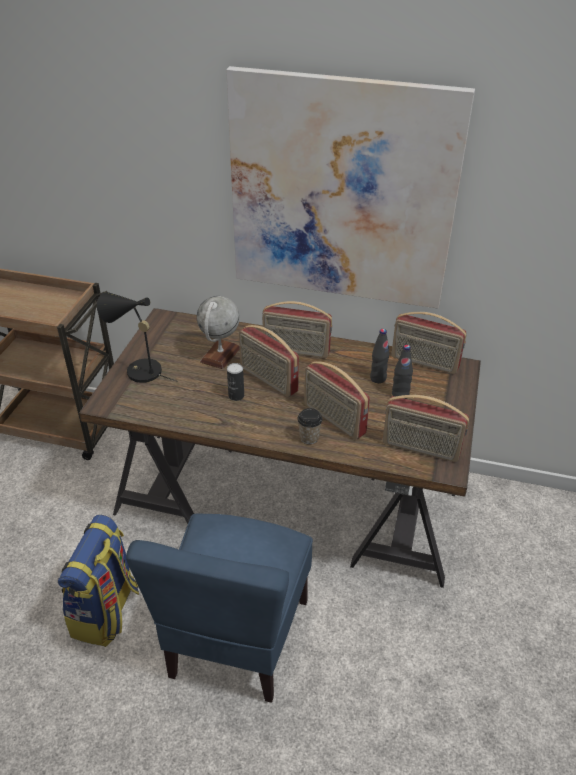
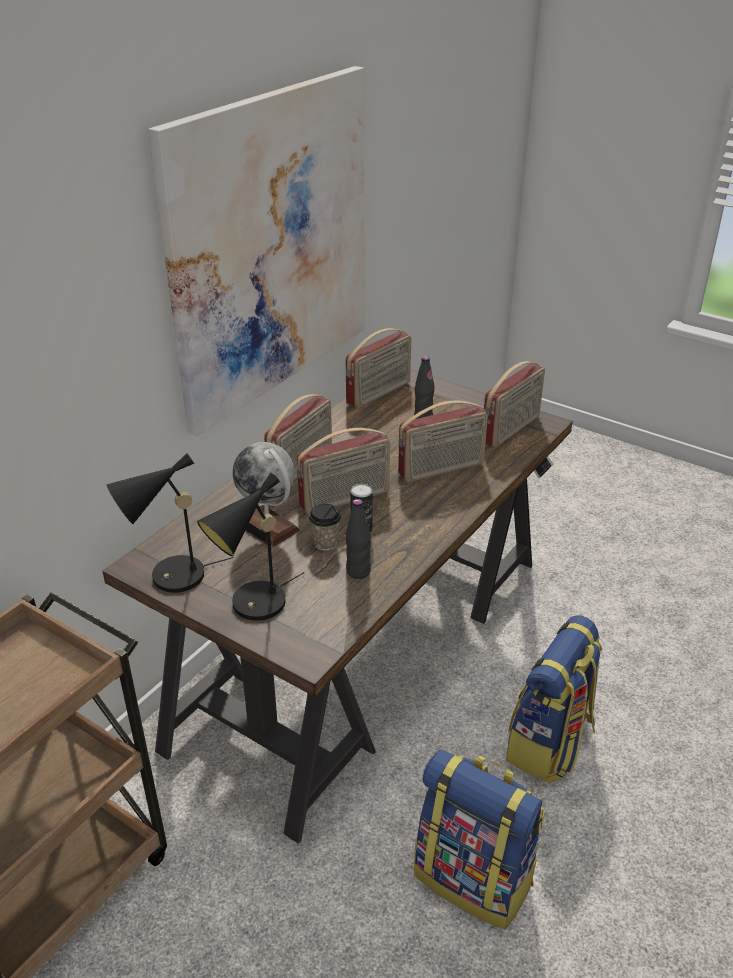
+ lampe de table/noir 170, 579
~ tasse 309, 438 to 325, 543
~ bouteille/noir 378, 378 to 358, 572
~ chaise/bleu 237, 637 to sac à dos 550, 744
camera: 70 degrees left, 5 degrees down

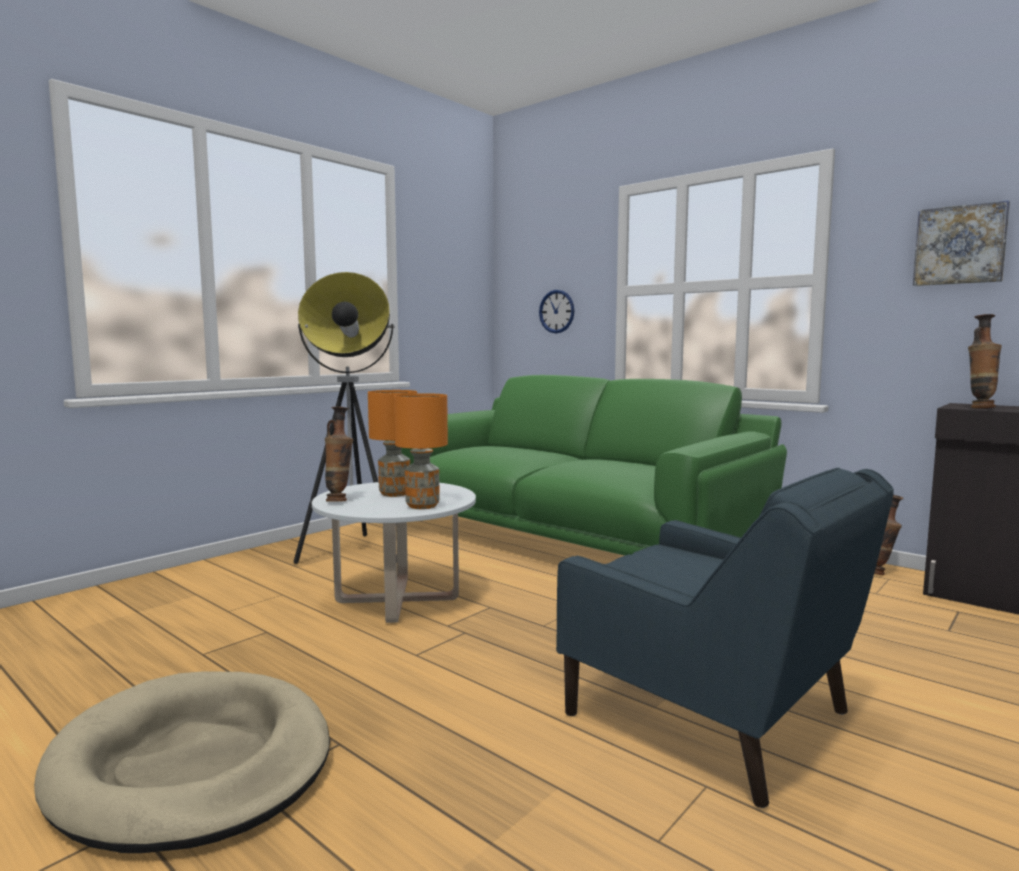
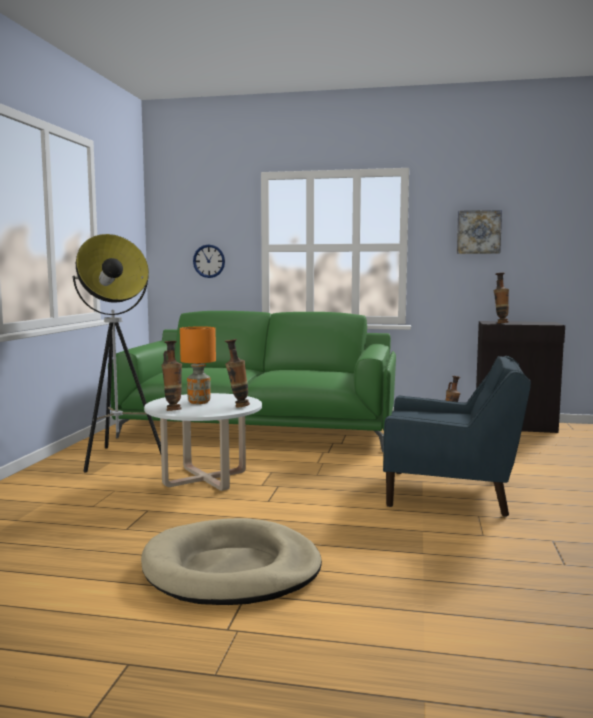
~ lampe de table/orange 422, 506 to vase 237, 406
camera: 30 degrees left, 0 degrees up

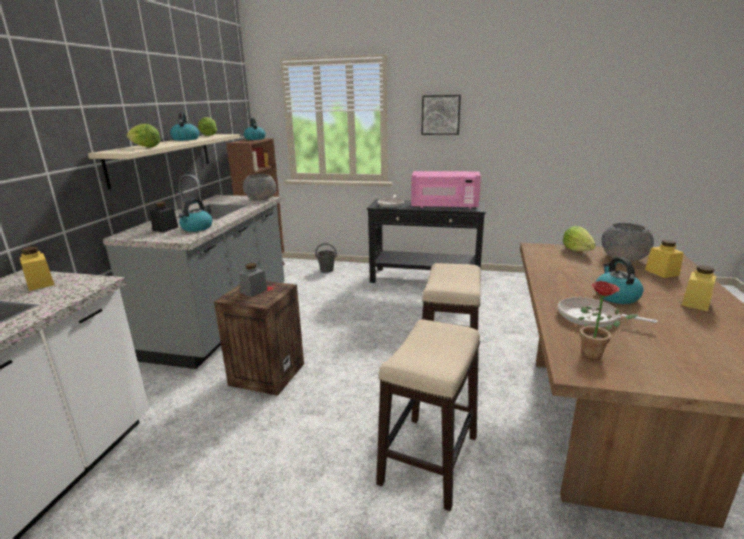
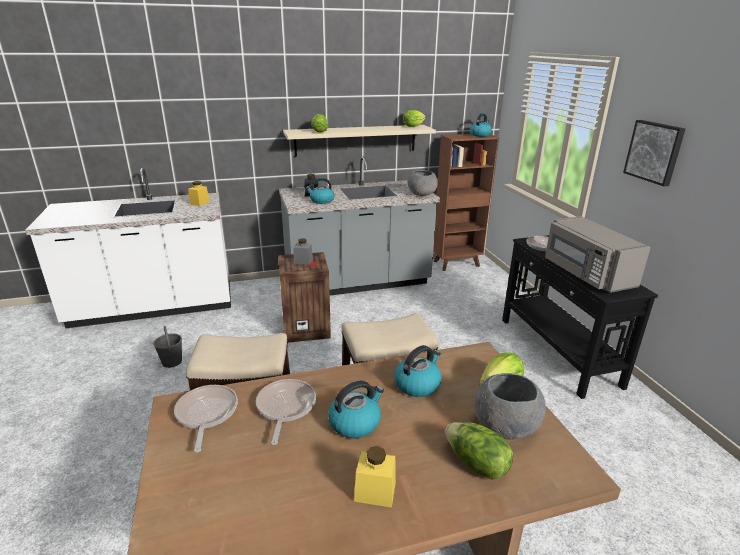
~ seau/gris 327, 270 to 172, 362
~ plante en pot 596, 354 to poêle 206, 414
~ bouilloire 185, 139 to 417, 384
~ bocal/jaune 662, 272 to laitue 476, 464
~ micro-ondes/rose 444, 206 to micro-ondes/gris 586, 274
camera: 60 degrees right, 5 degrees up

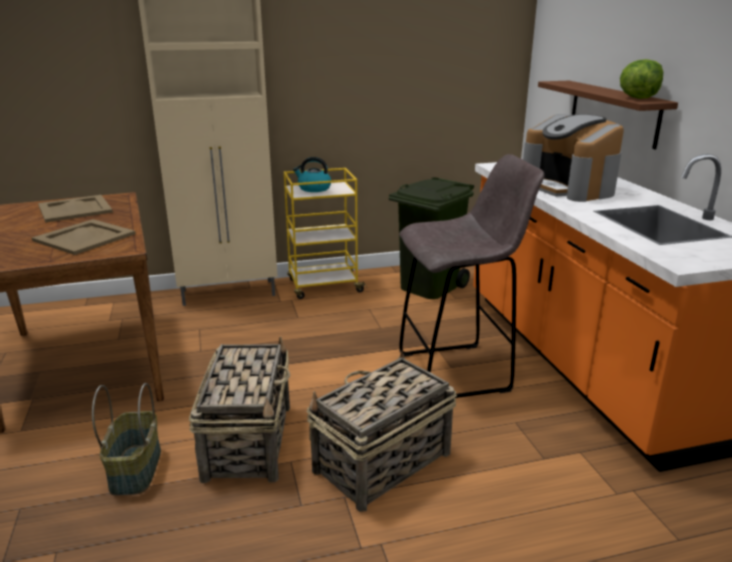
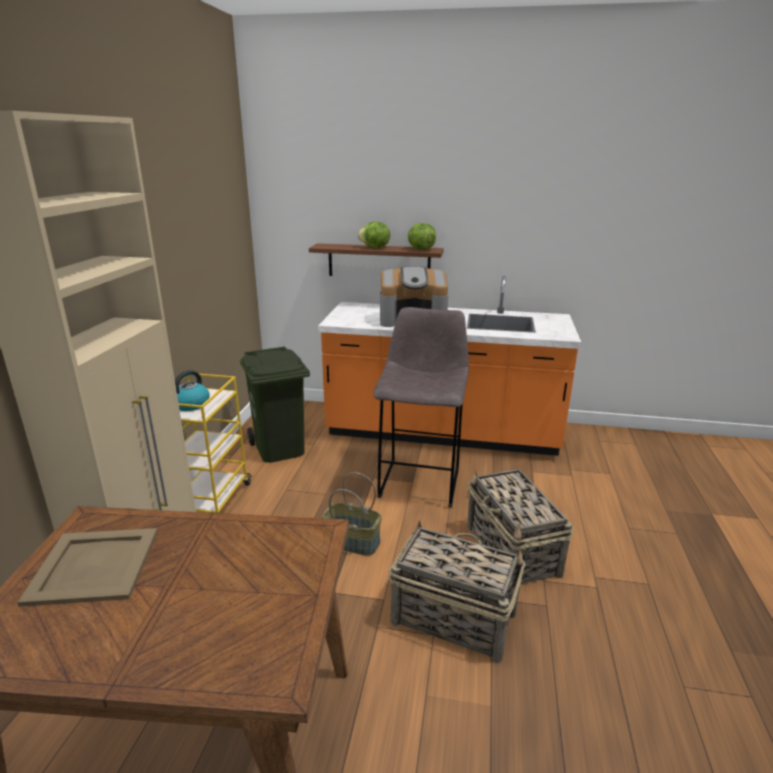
~ panier 135, 469 to 351, 542
+ laitue 374, 247
- plateau/beige 84, 237
camera: 65 degrees left, 0 degrees up

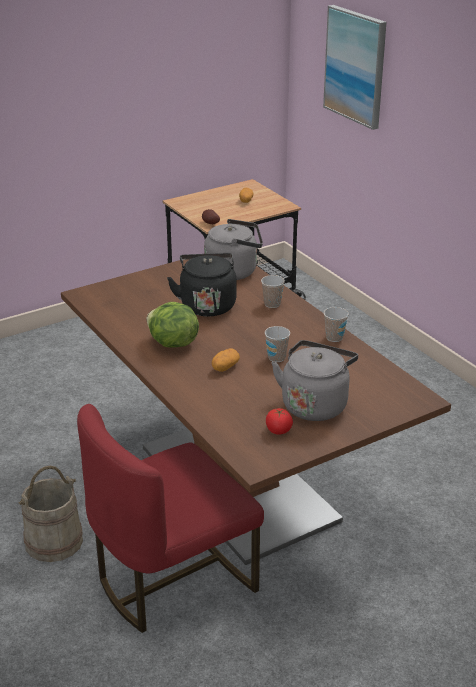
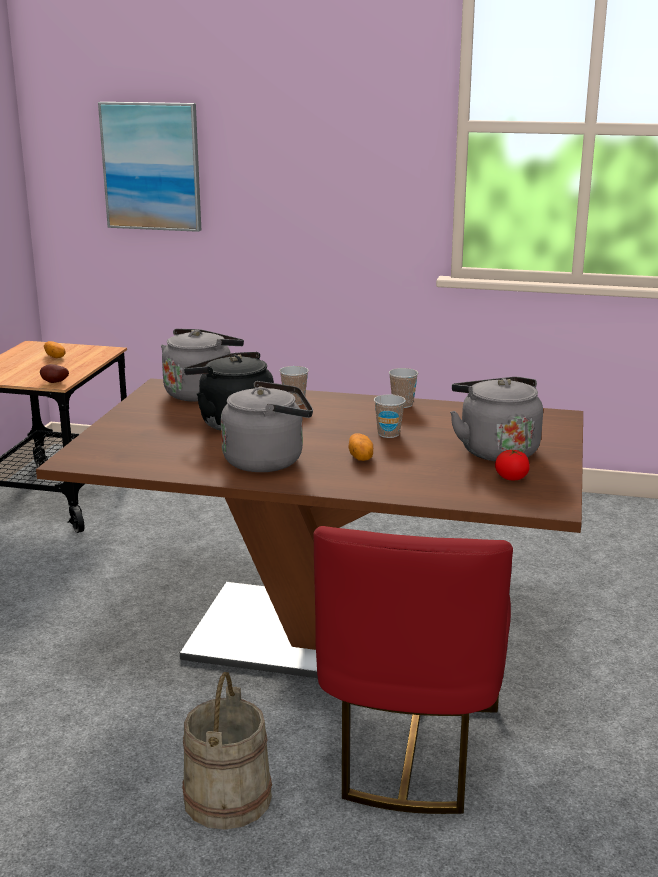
~ laitue 172, 344 to bouilloire/gris 268, 461
camera: 45 degrees left, 10 degrees down

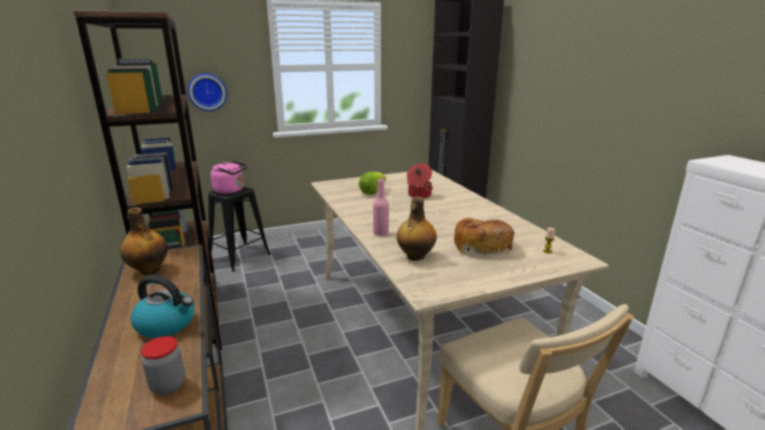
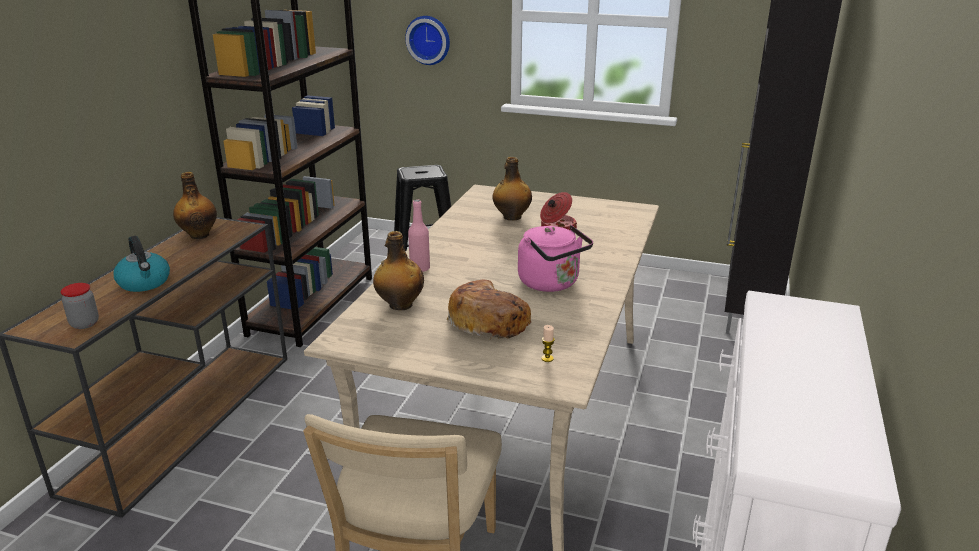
~ laitue 372, 192 to bouteille 511, 217
~ bouilloire/rose 231, 190 to 551, 283
camera: 40 degrees right, 5 degrees up

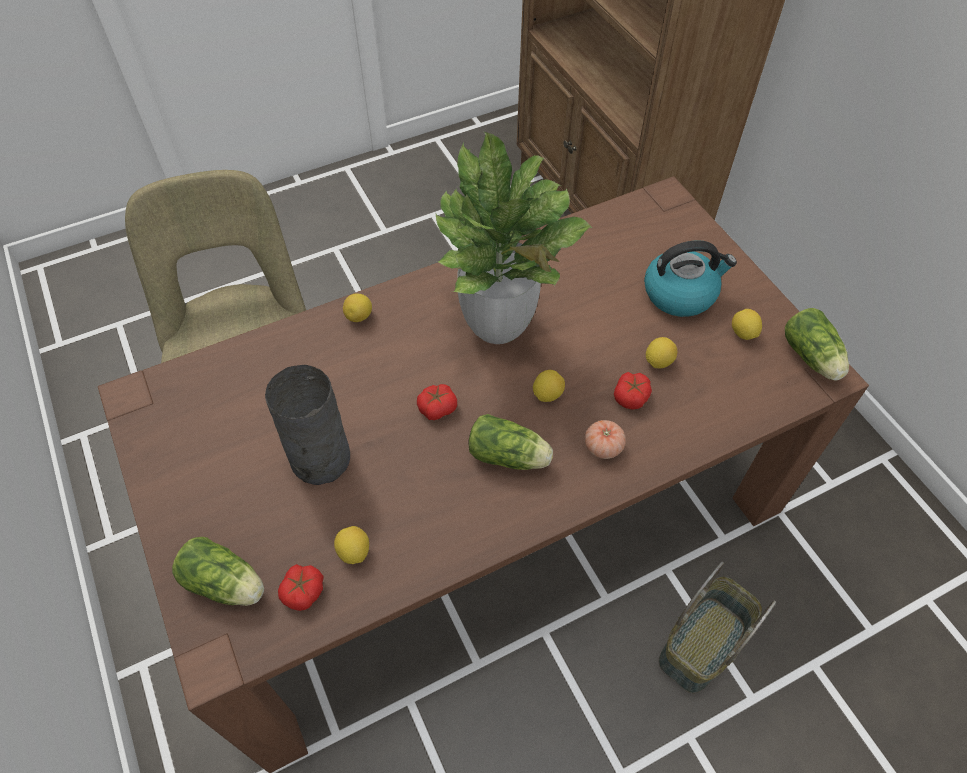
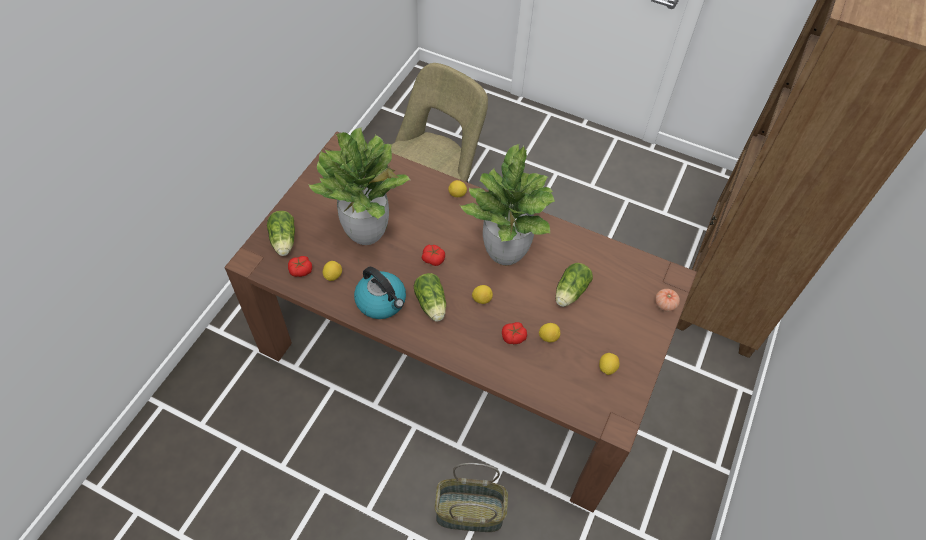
~ vase/gris 319, 460 to plante en pot 367, 232
~ bouilloire 680, 293 to 382, 301
~ laitue 812, 358 to 569, 293
~ tomate 603, 446 to 665, 304
camera: 50 degrees right, 0 degrees up

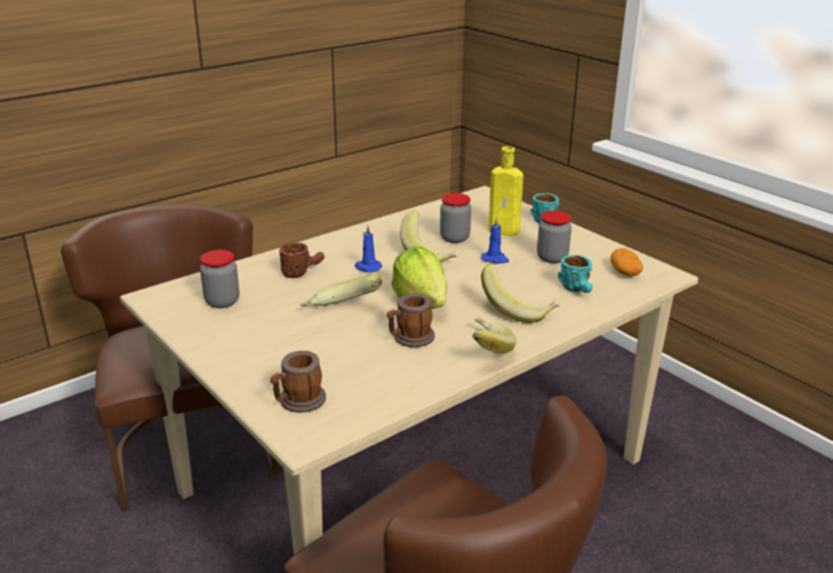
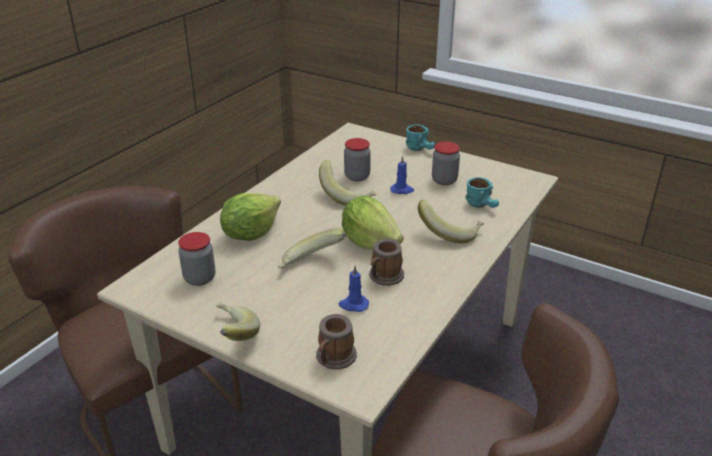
~ banane 483, 350 to 231, 335
~ mug/marron 302, 271 to laitue 250, 233
~ bougie/bleu 367, 267 to 353, 305
- bouteille/jaune 506, 231
- pomme de terre 624, 272
camera: 20 degrees left, 5 degrees up

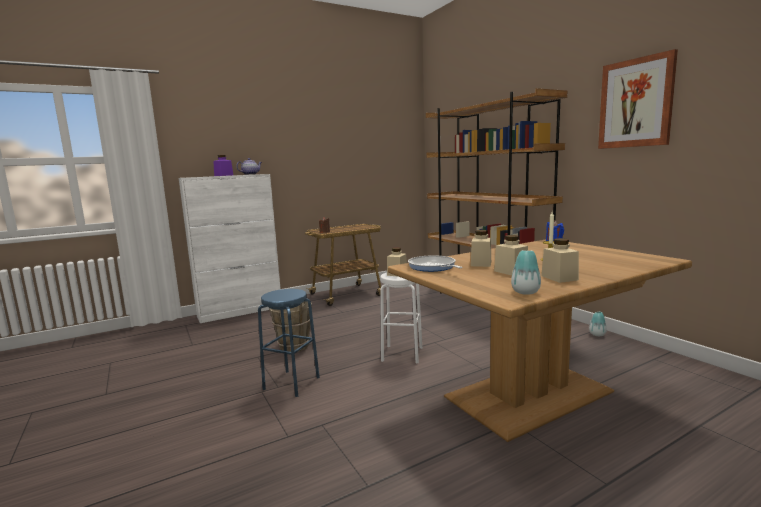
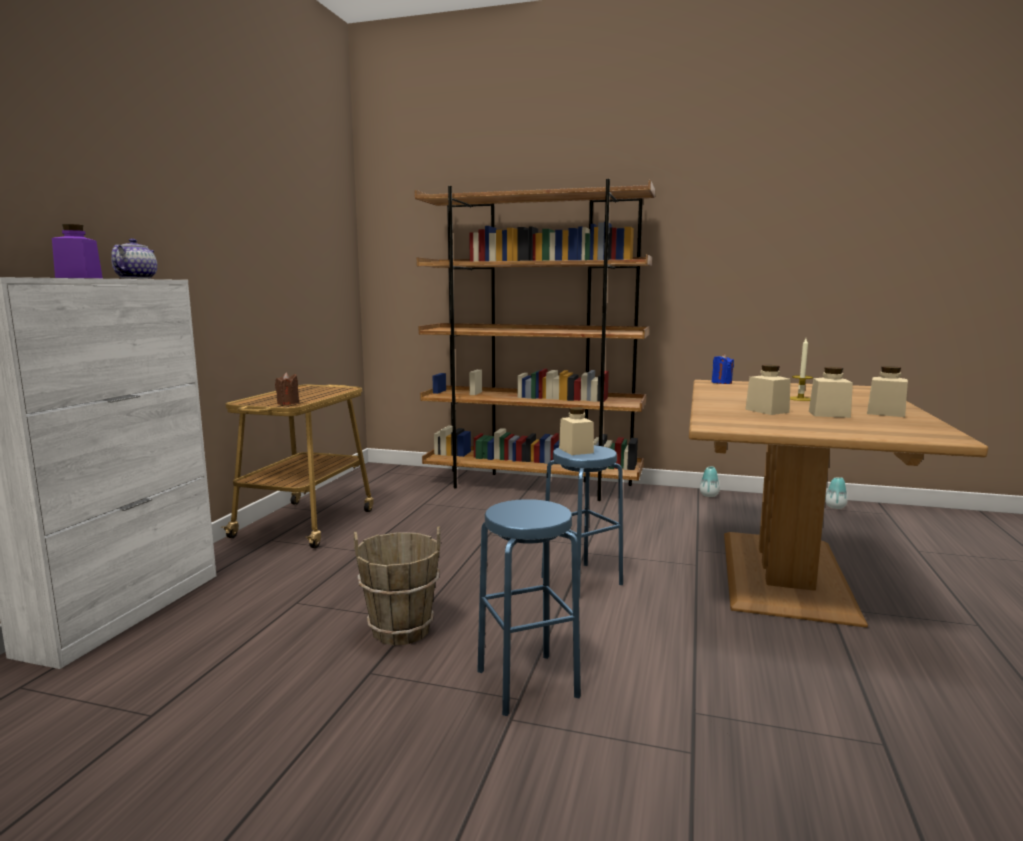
~ tabouret/blanc 402, 354 to tabouret/bleu 581, 580
~ vase 525, 292 to 835, 507
- poêle 433, 267
- tableau 635, 103
camera: 45 degrees left, 0 degrees up

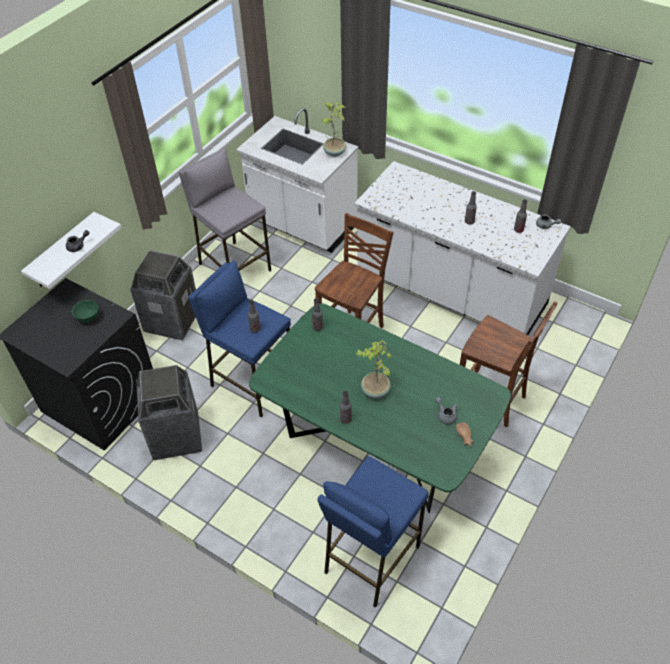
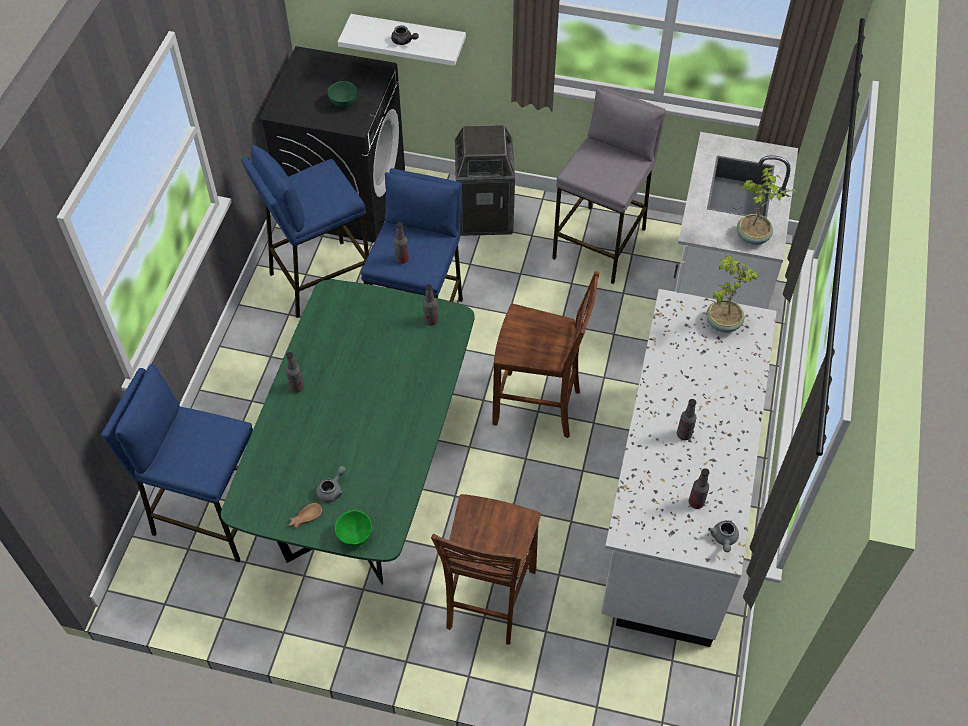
~ poubelle 176, 437 to tabouret/bleu 320, 279
+ bol/vert 355, 535
~ plante en pot 375, 391 to 722, 323
camera: 70 degrees right, 5 degrees up

